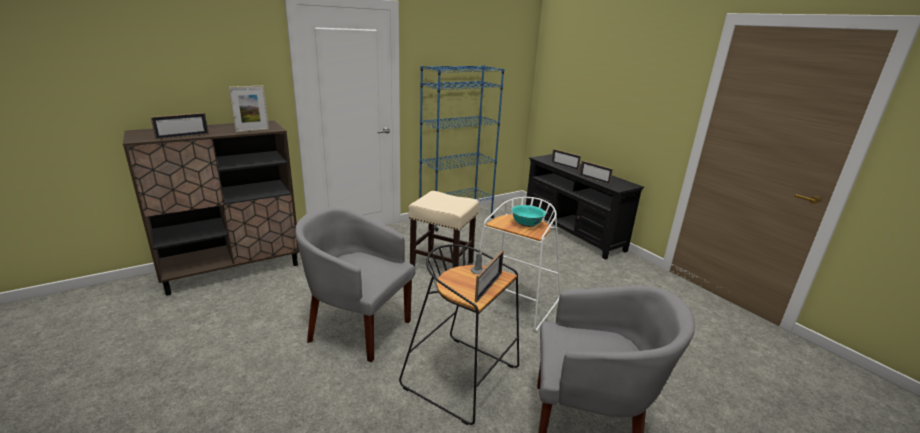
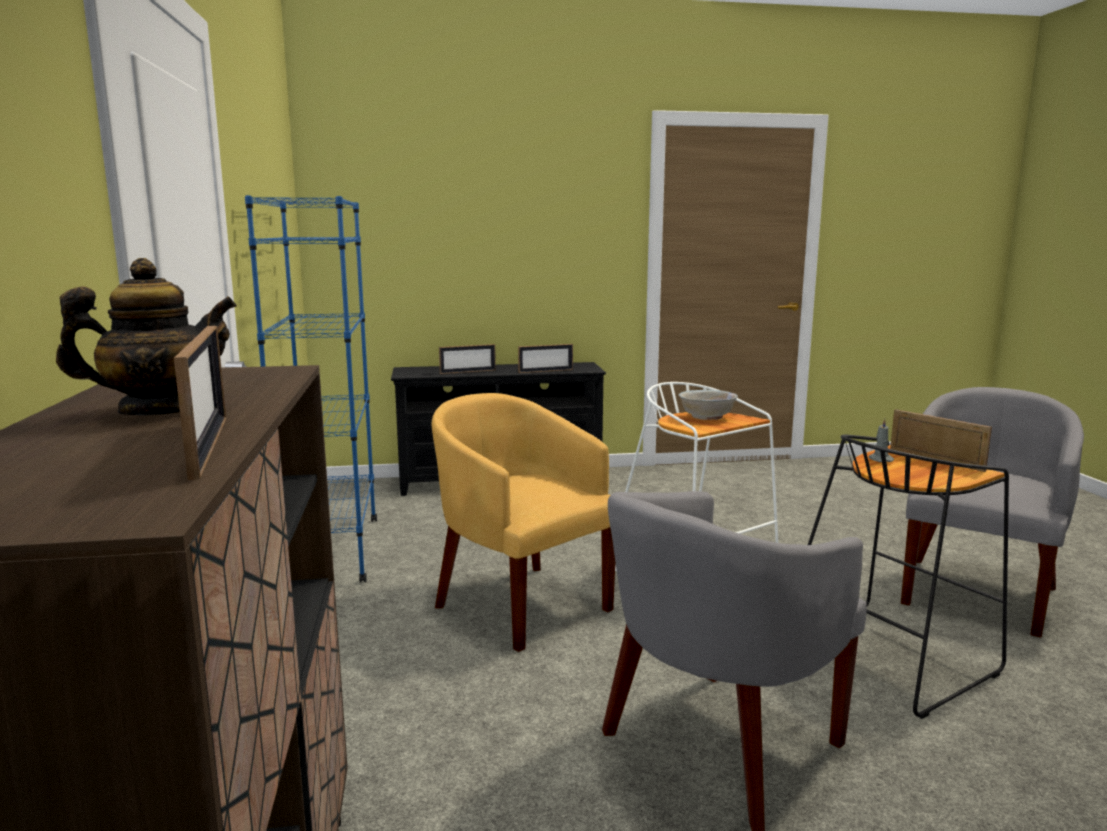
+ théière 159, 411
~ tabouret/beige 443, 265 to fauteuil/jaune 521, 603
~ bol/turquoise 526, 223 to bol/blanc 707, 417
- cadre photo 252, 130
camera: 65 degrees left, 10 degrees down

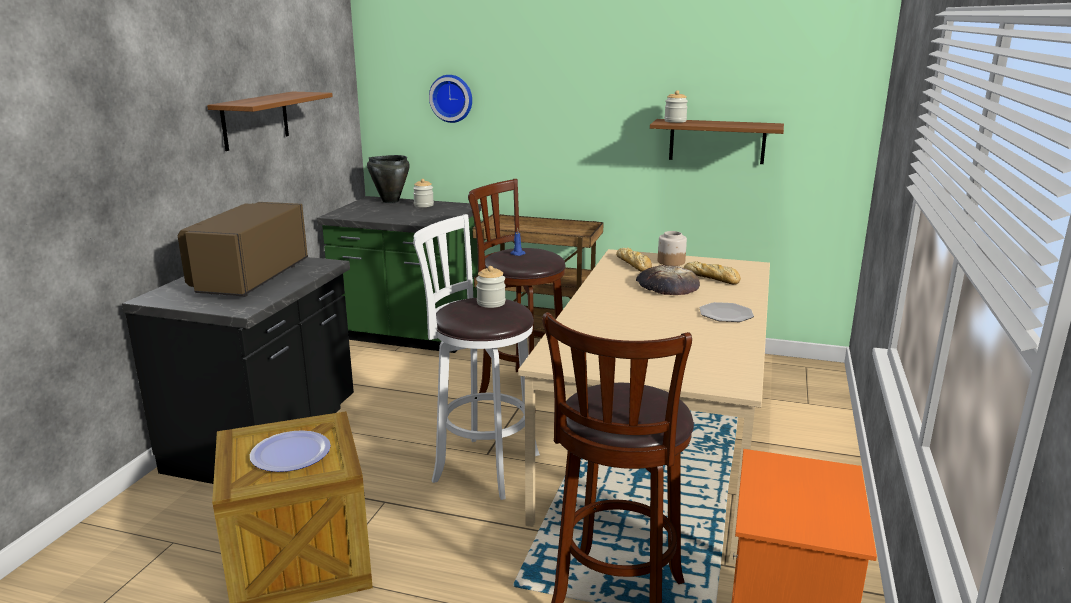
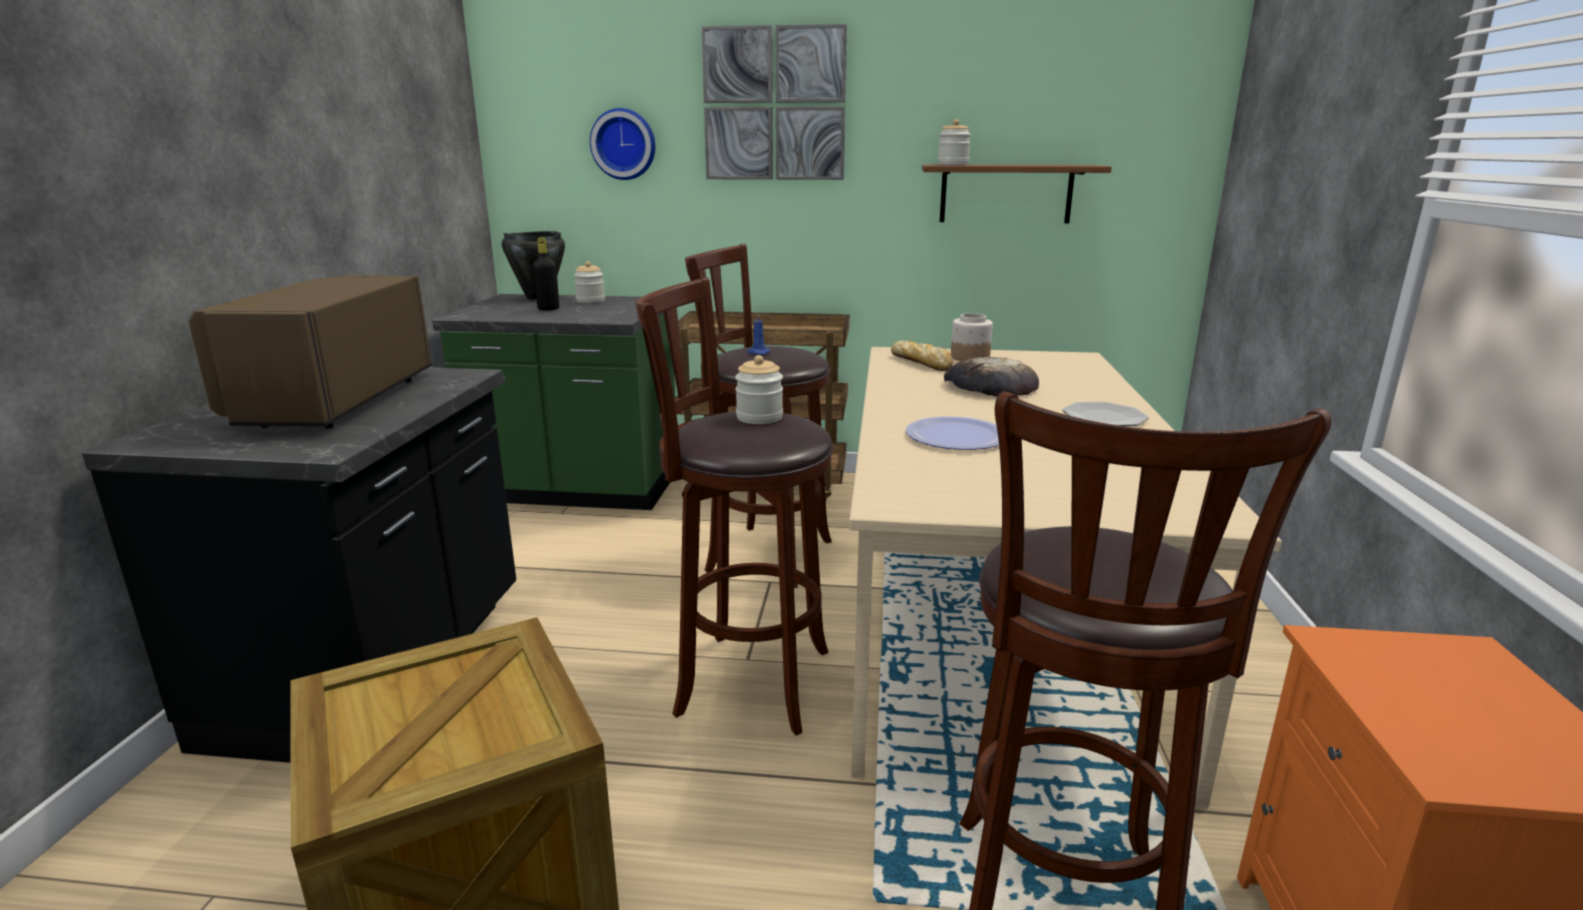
+ bouteille/noir 548, 309
~ tabouret/blanc 481, 466 to tabouret/marron 744, 680
+ tableau 774, 104
~ assiette 290, 453 to 956, 436
- étagère 255, 120
- pain 712, 278
camera: 10 degrees left, 0 degrees up

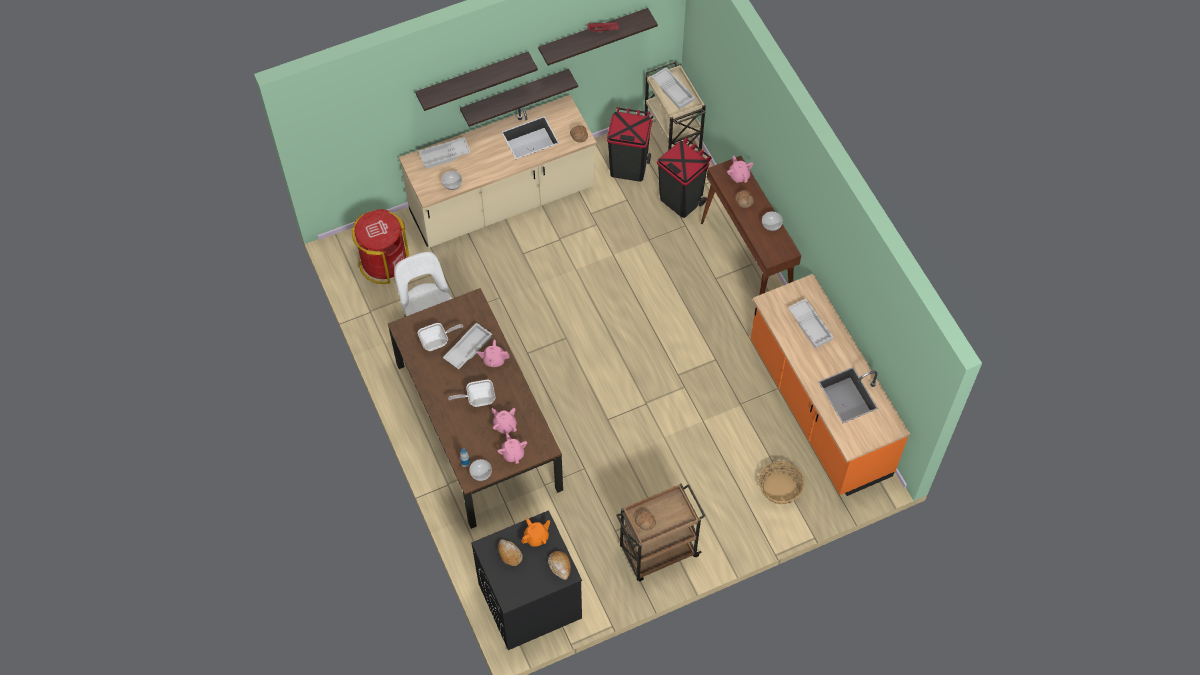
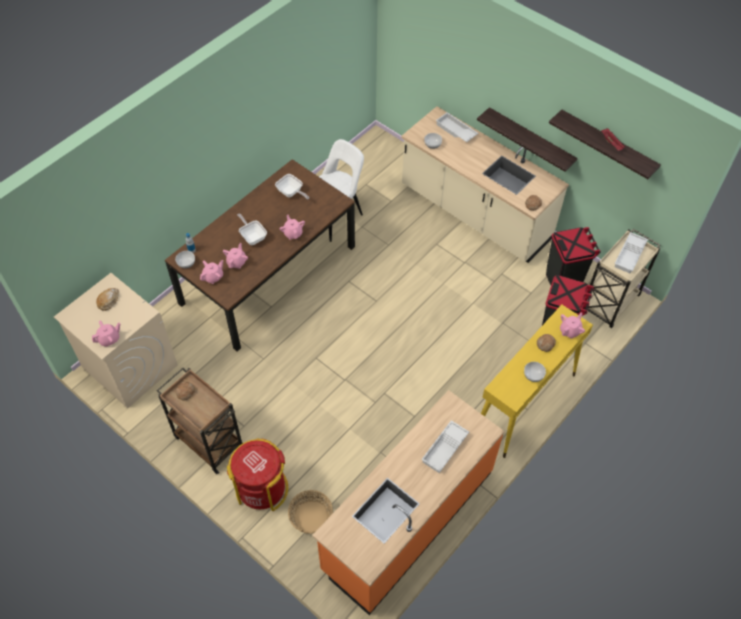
~ lave-linge/noir 529, 602 to lave-linge/beige 129, 366
~ pain 560, 566 to théière/rose 109, 339
~ poubelle/rouge 384, 262 to 262, 488
~ table console/marron 746, 264 to table console/jaune 524, 404
- étagère 473, 79
- plateau/blanc 467, 348
- théière/orange 536, 537
camera: 65 degrees right, 5 degrees down

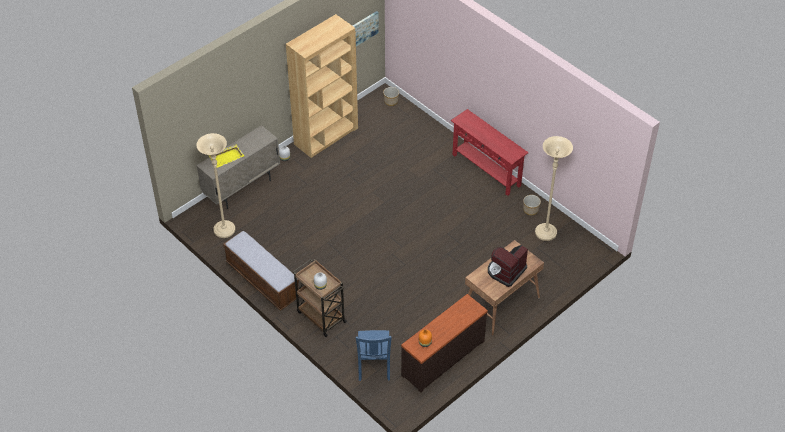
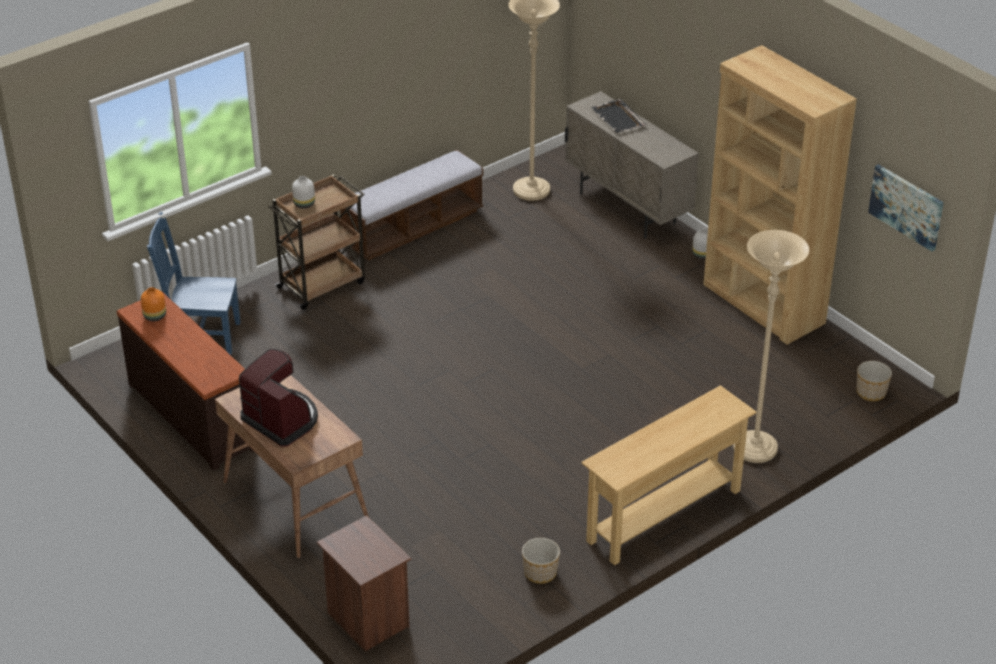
+ table de chevet/marron 366, 620
~ table console/rouge 486, 170 to table console/beige 664, 516
~ plateau/jaune 227, 157 to plateau/noir 618, 118
~ lampadaire/beige 546, 233 to 755, 449
camera: 95 degrees right, 10 degrees down

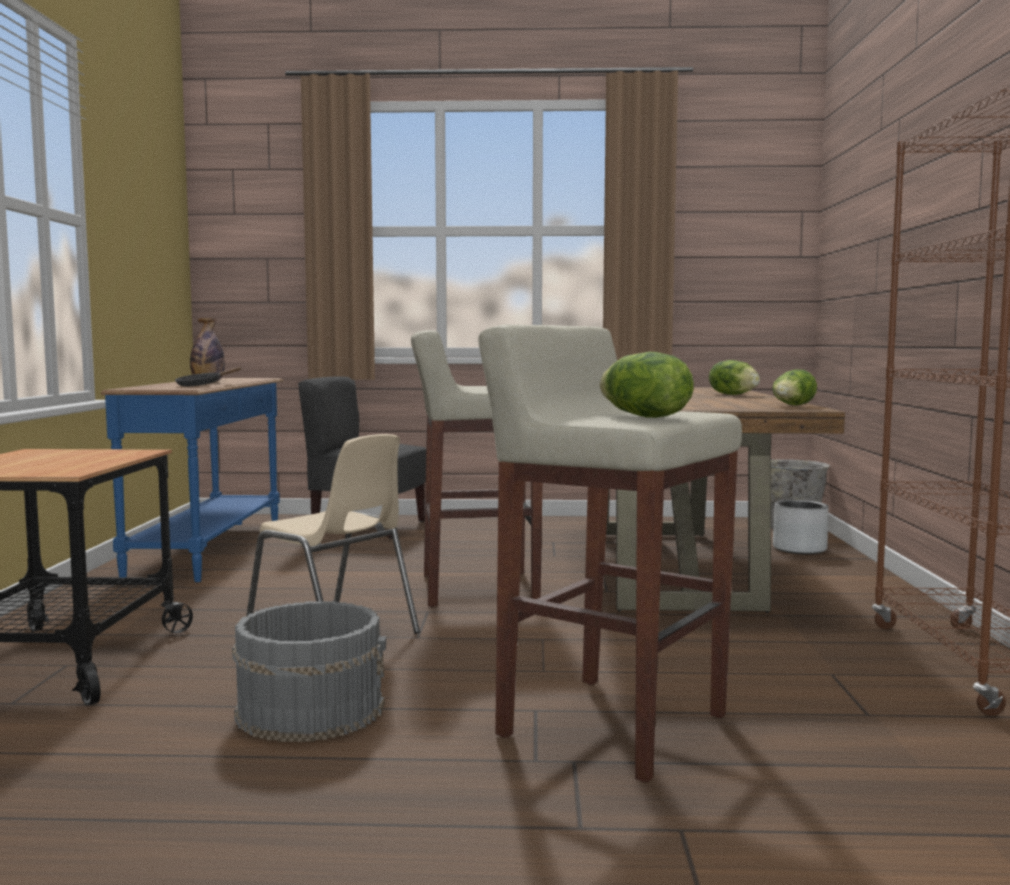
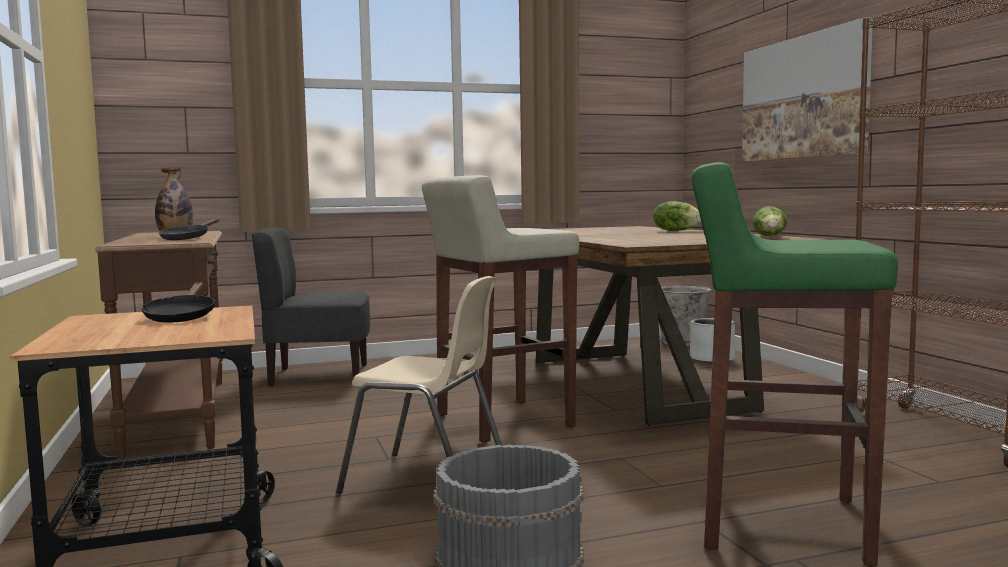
~ table console/bleu 211, 550 to table console/marron 181, 414
+ poêle/noir 181, 317
~ tabouret/beige 610, 724 to tabouret/vert 778, 522
+ tableau 804, 97
- laitue 643, 417
camera: 20 degrees left, 0 degrees up

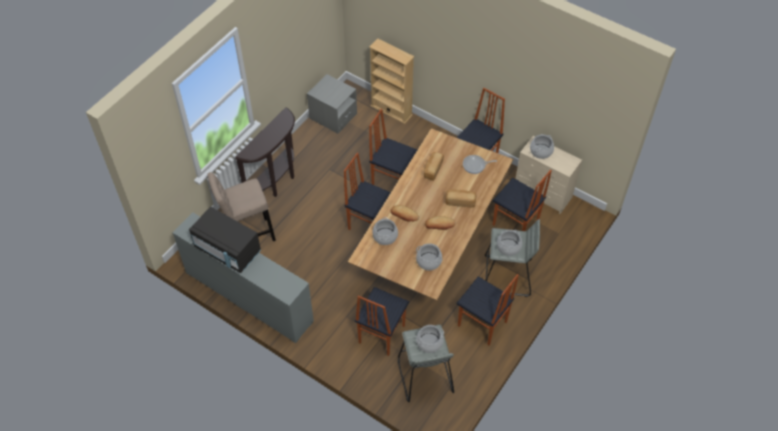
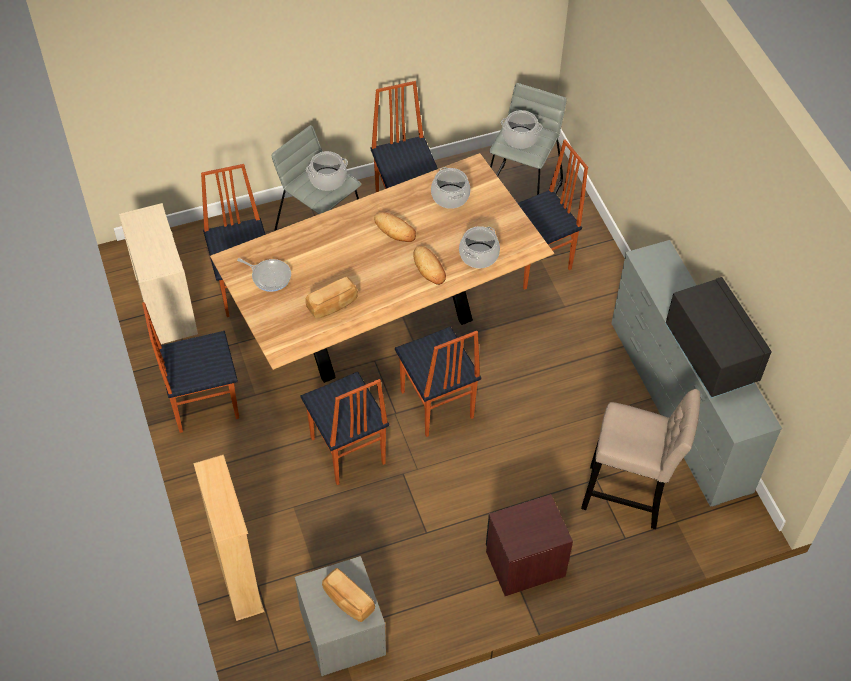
~ pain 460, 201 to 347, 601
~ table console/marron 277, 181 to table de chevet/marron 525, 563
- marmite 541, 151
camera: 145 degrees left, 0 degrees up

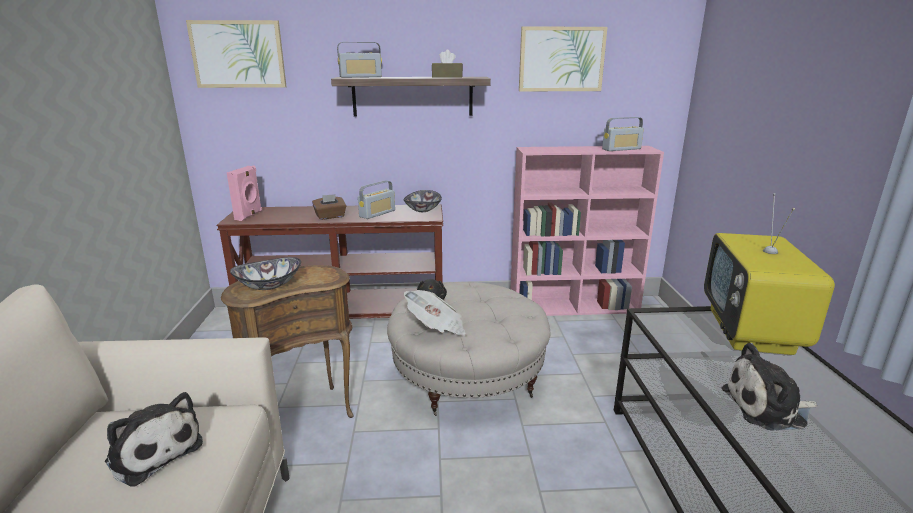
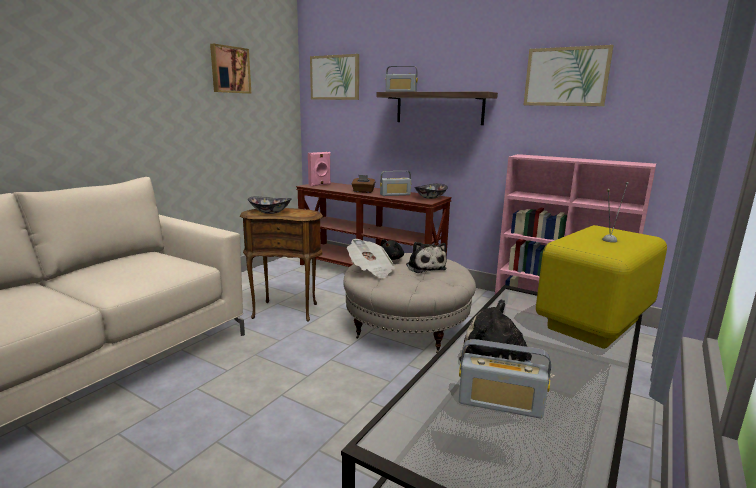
+ tableau 229, 70
~ peluche 153, 451 to 425, 267
~ radio 621, 149 to 500, 404
- boîte à mouchoirs/marron 447, 77
camera: 35 degrees right, 5 degrees down

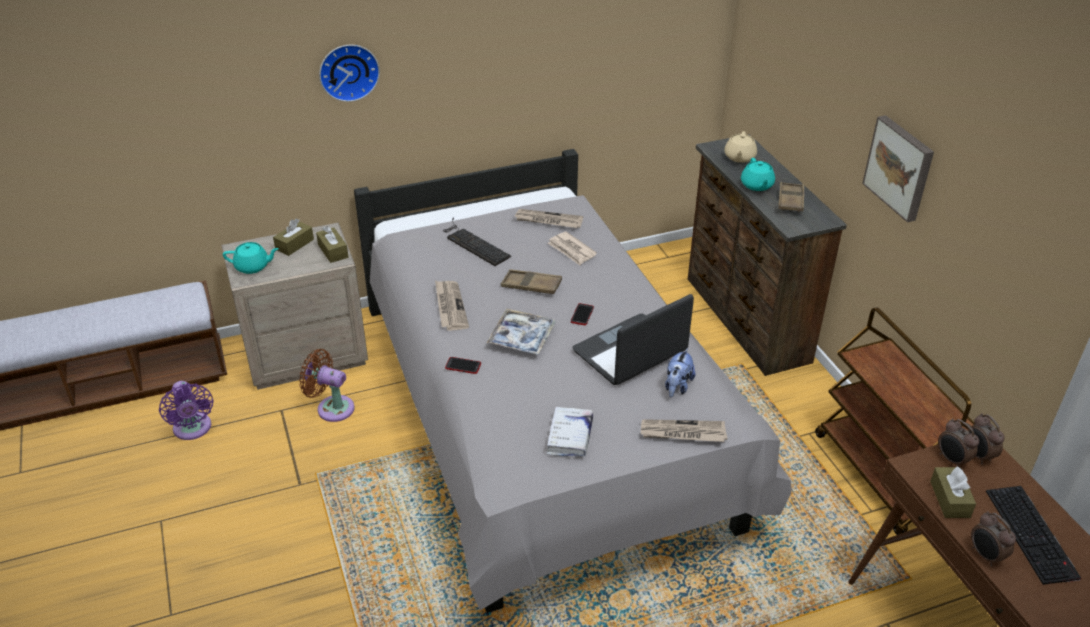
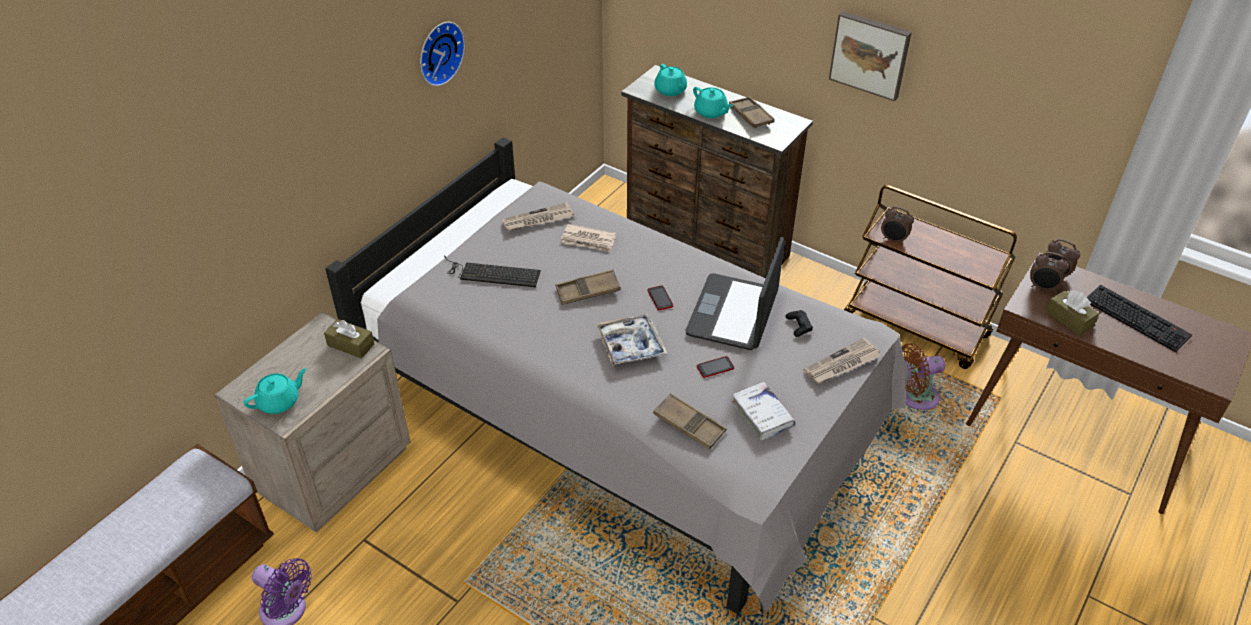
~ horloge murale 348, 71 to 438, 52
+ plateau/marron 689, 425
~ théière/beige 739, 157 to théière/turquoise 670, 90
~ téléphone 463, 366 to 715, 367
~ peluche 677, 386 to manette/noir 799, 326
~ réveil 985, 556 to 893, 240
~ ventilateur/marron 332, 407 to 915, 397
- boîte à mouchoirs/marron 294, 244
- journal 450, 307
camera: 35 degrees left, 5 degrees up

